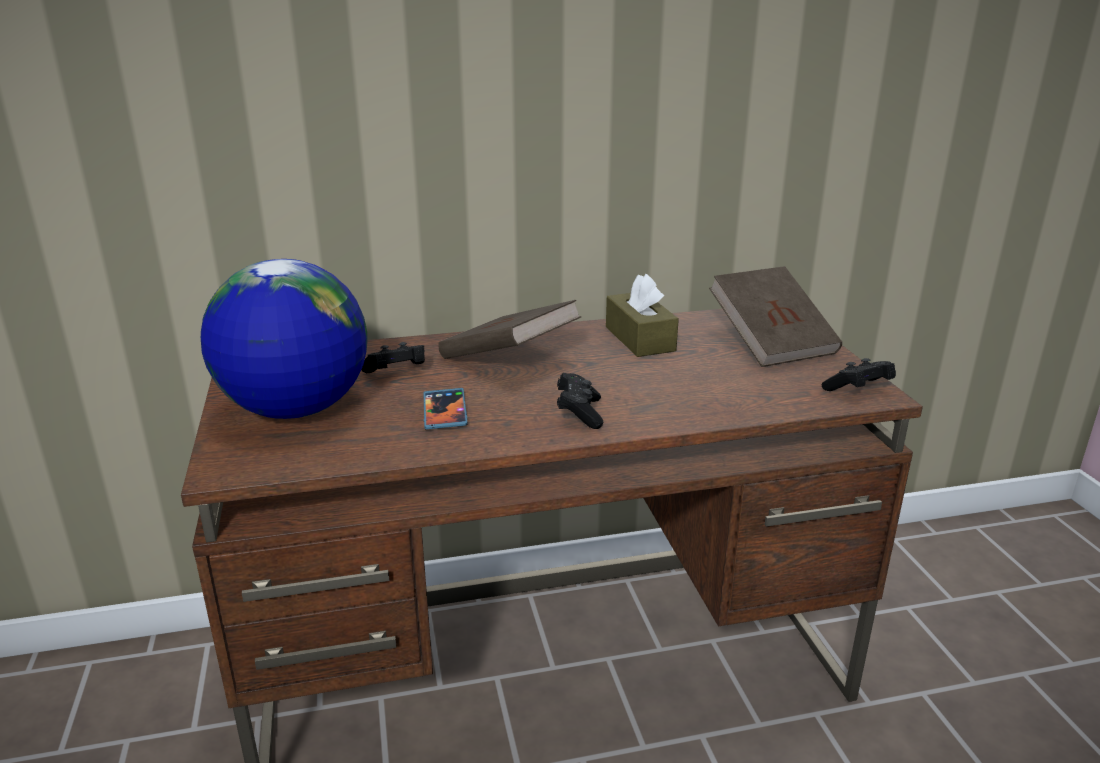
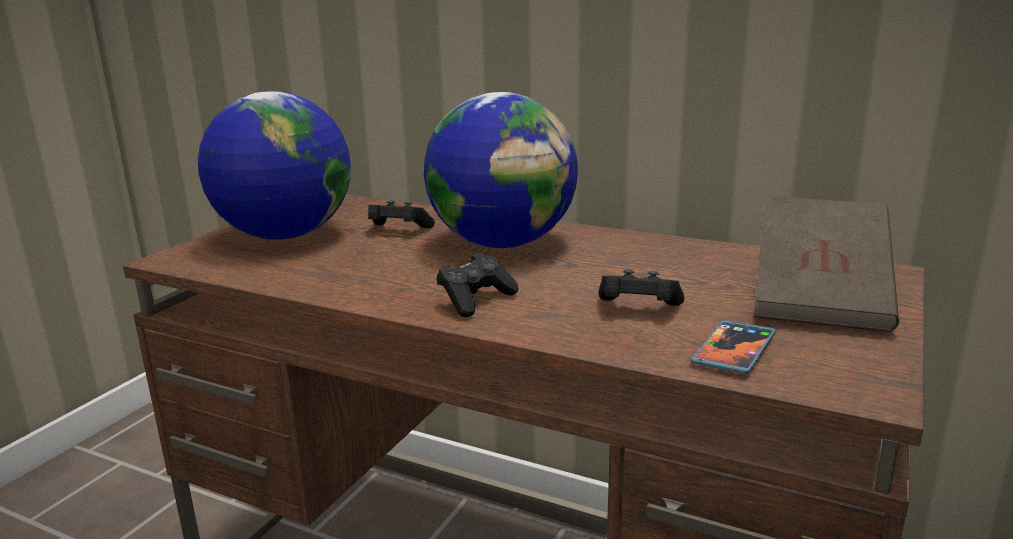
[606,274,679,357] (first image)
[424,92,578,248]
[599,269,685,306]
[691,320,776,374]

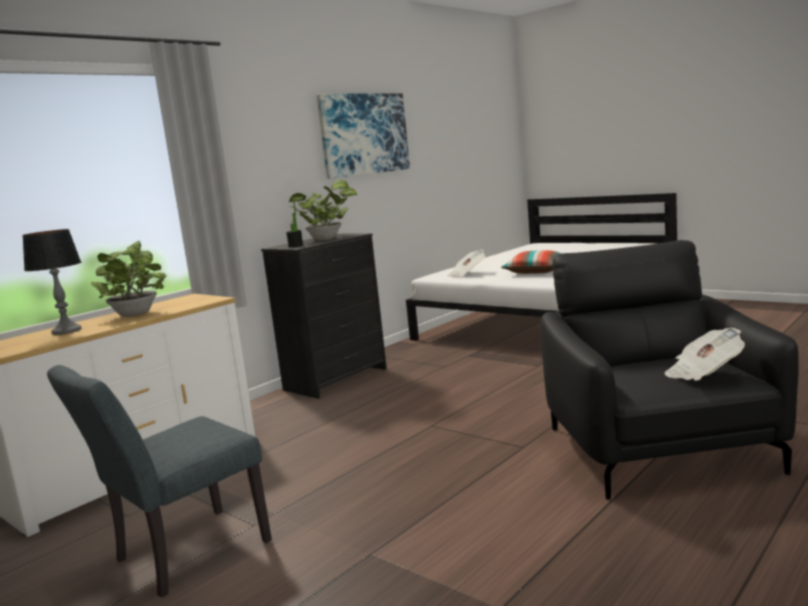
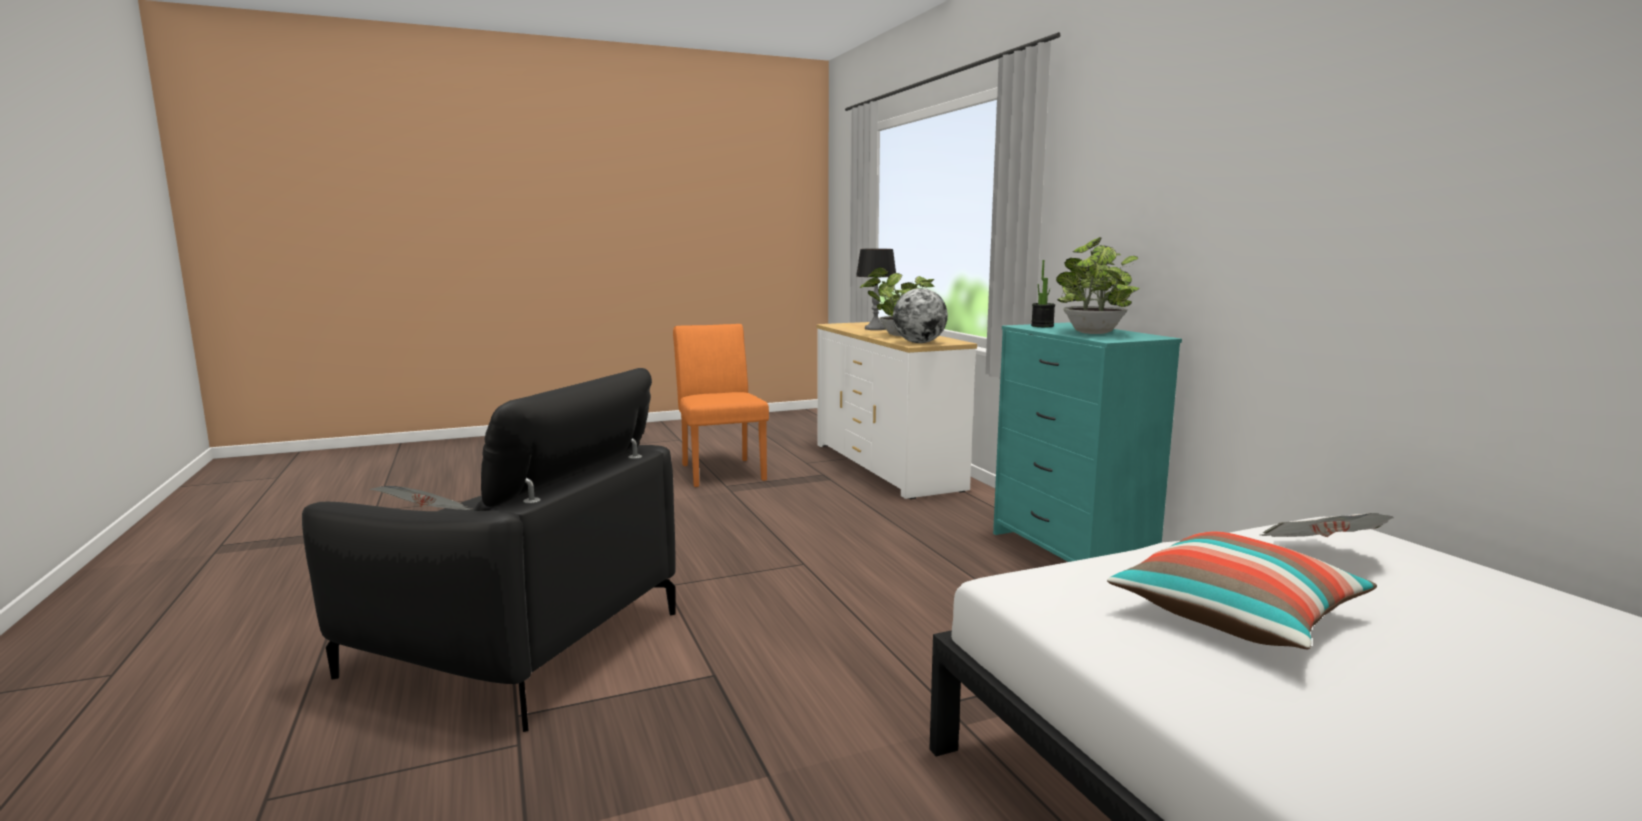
[317,93,410,179] (first image)
[993,322,1182,562]
[673,324,769,487]
[893,288,948,343]

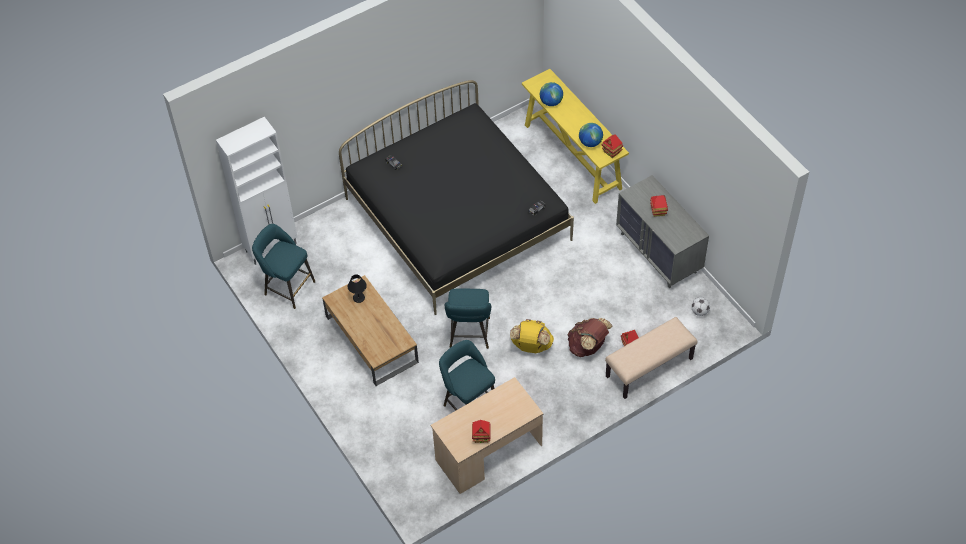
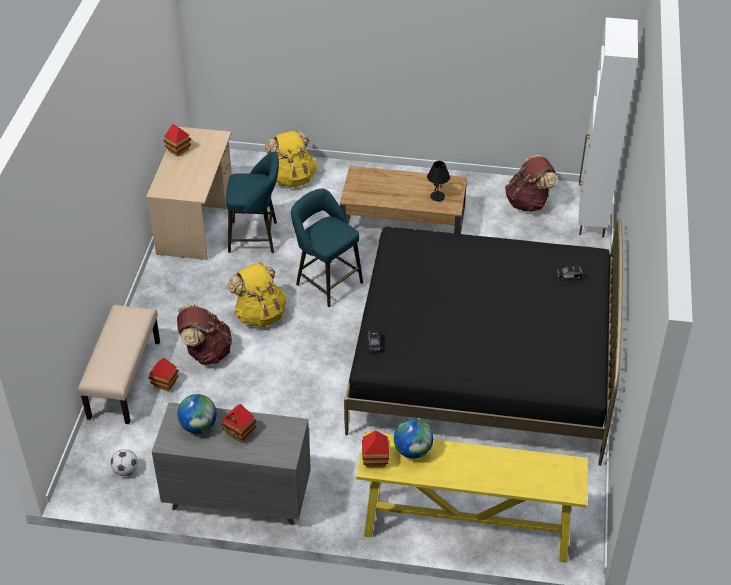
[177,394,217,434]
[505,155,558,212]
[265,131,317,188]

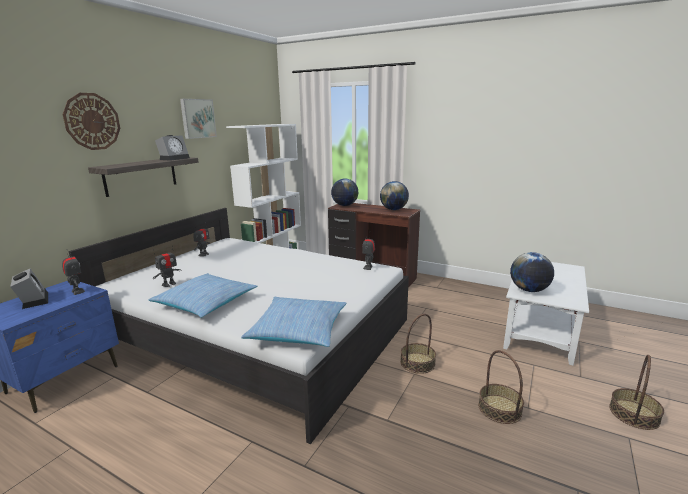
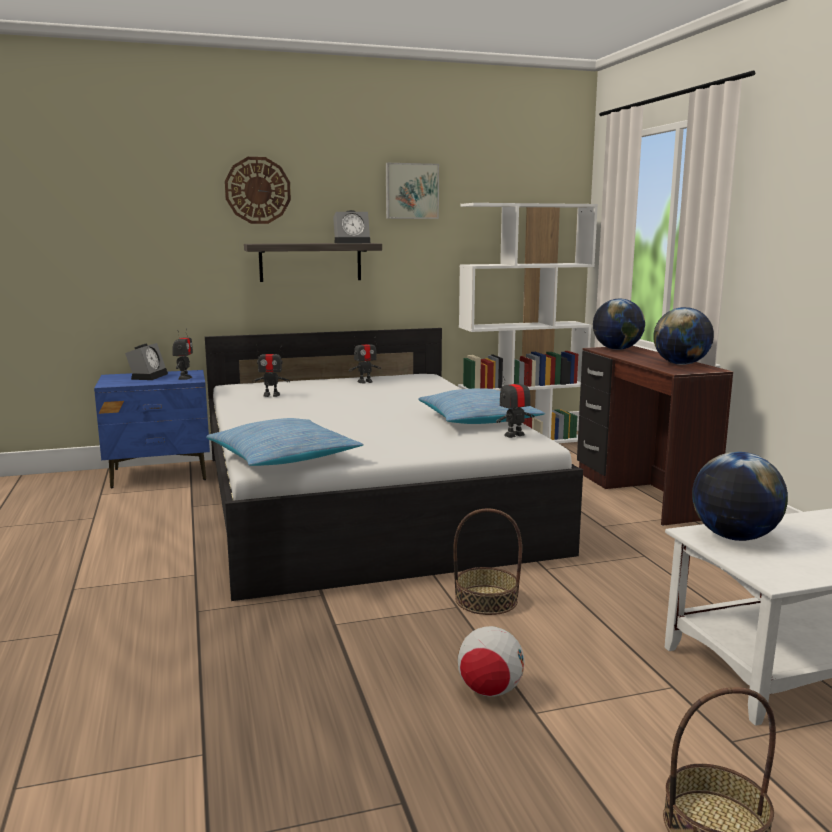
[418,388,545,424]
[457,626,525,697]

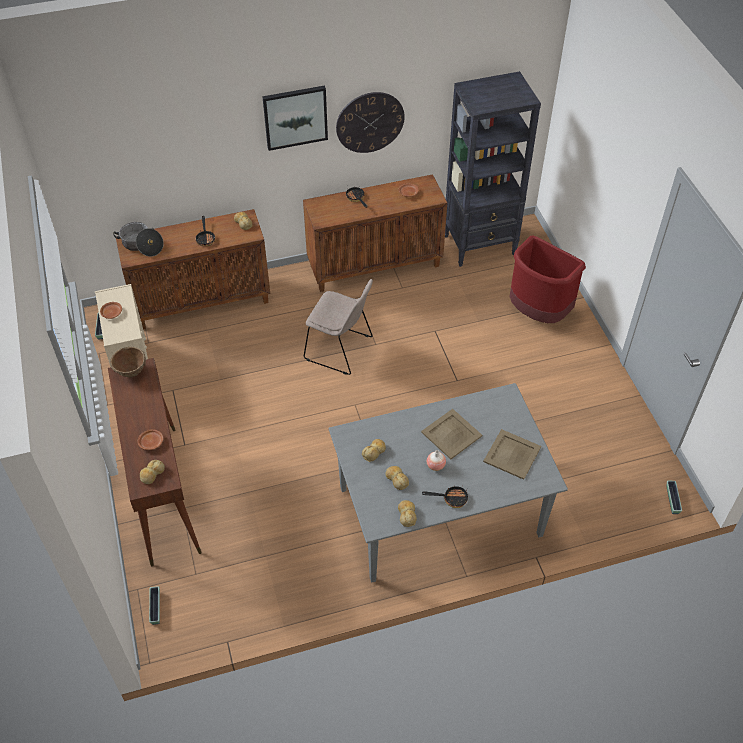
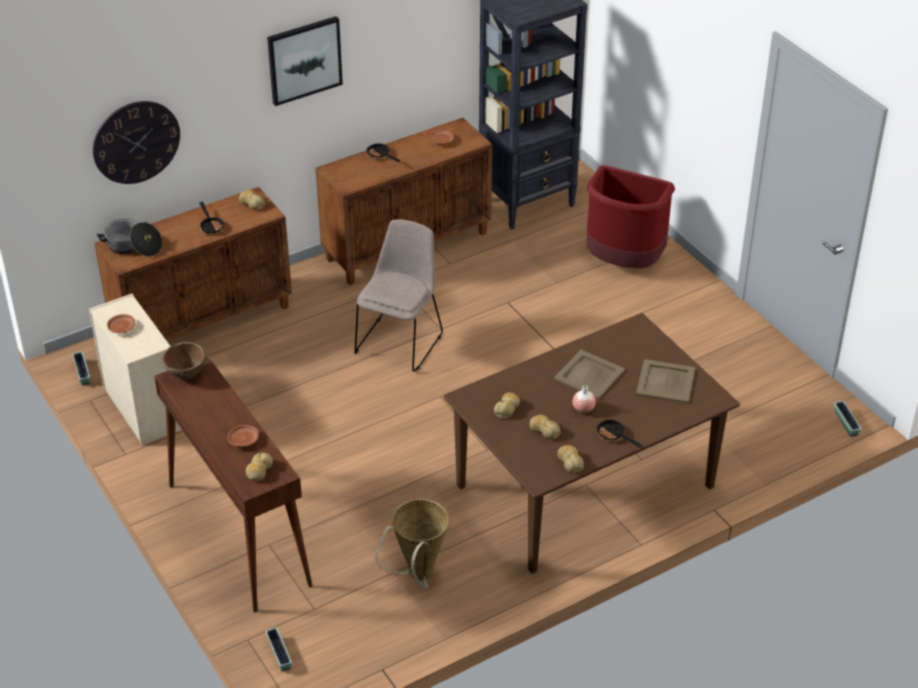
[93,101,180,184]
[355,219,443,371]
[443,313,740,574]
[596,420,643,448]
[375,499,449,588]

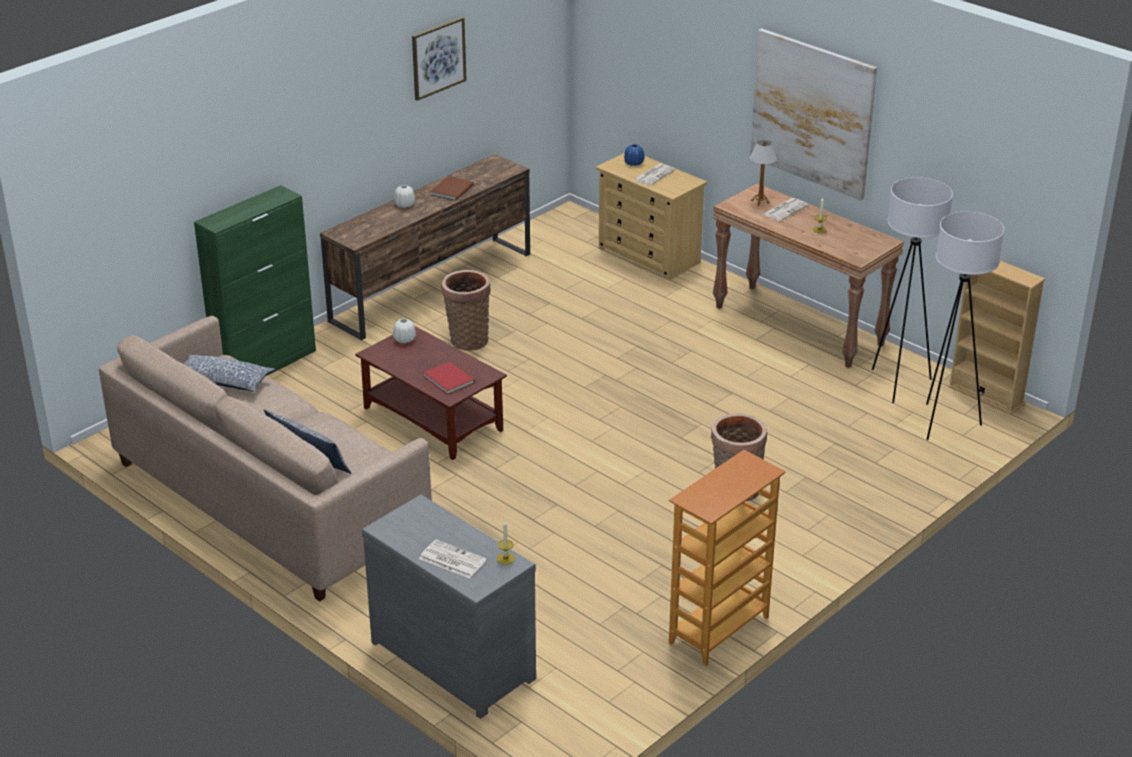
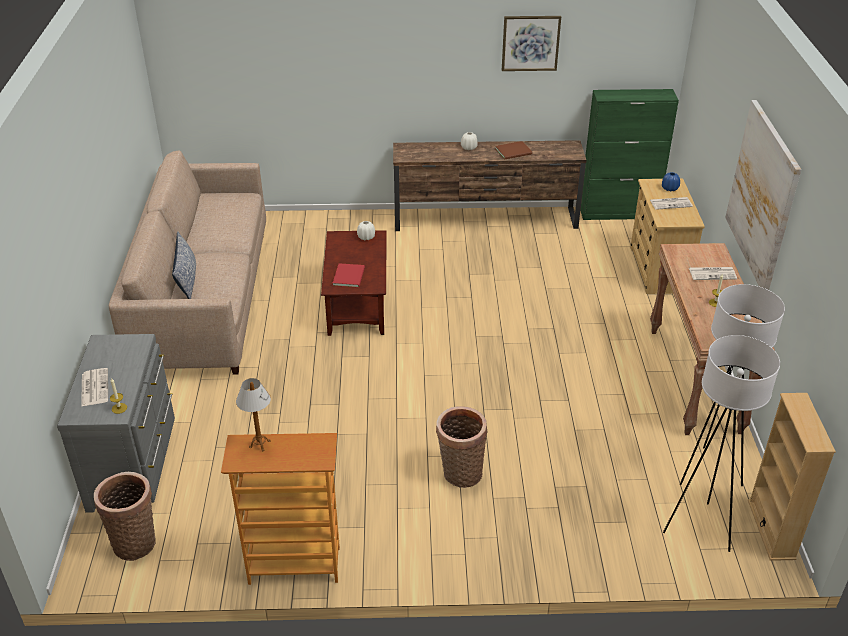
[236,378,271,452]
[580,89,679,220]
[94,472,155,561]
[183,354,275,392] (first image)

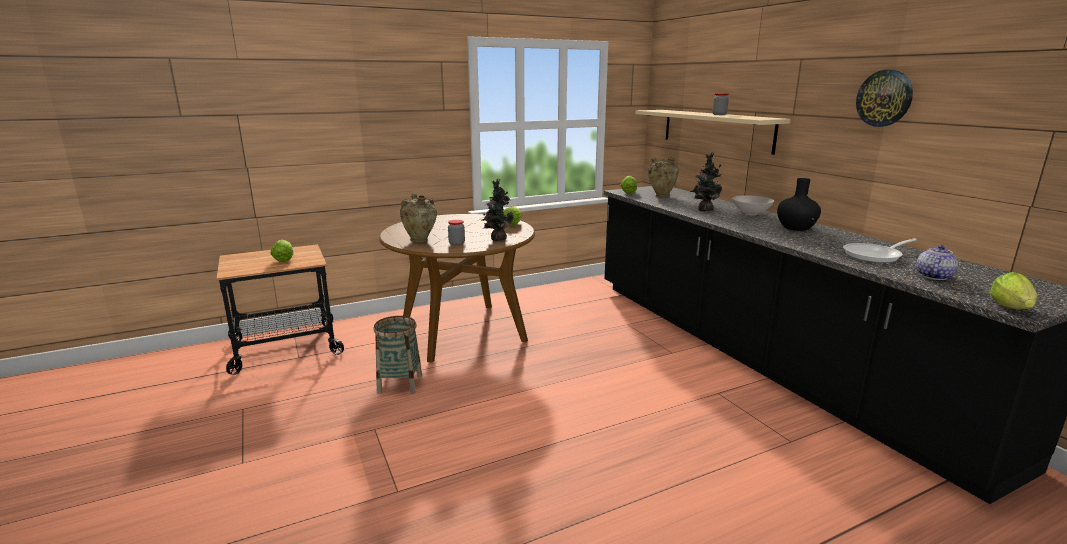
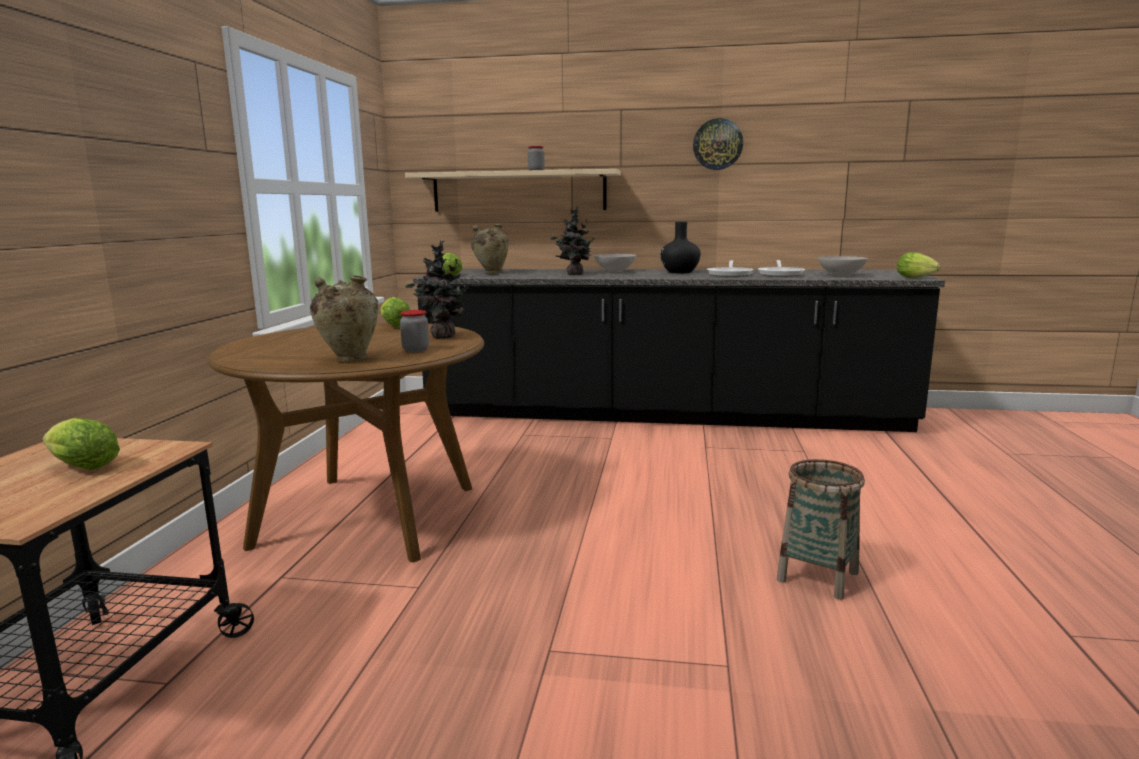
[818,256,868,276]
[777,459,865,600]
[707,260,754,277]

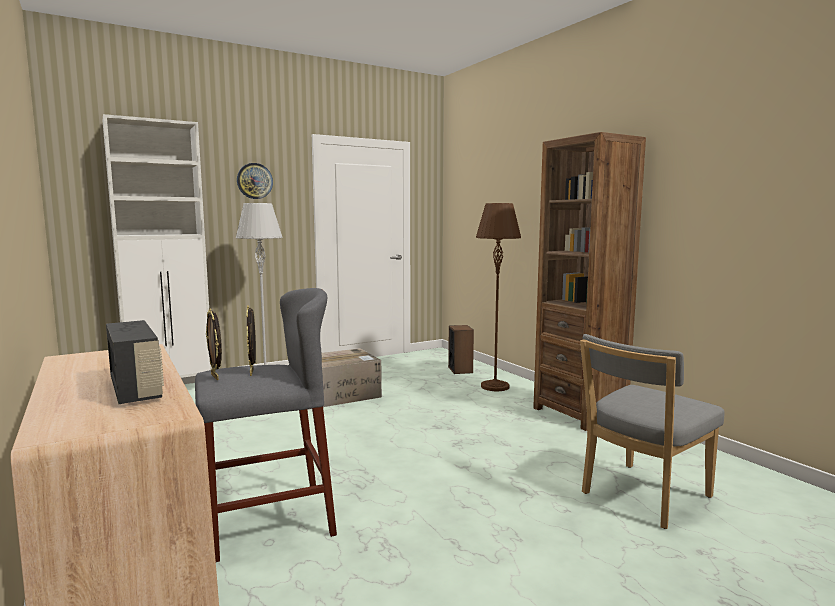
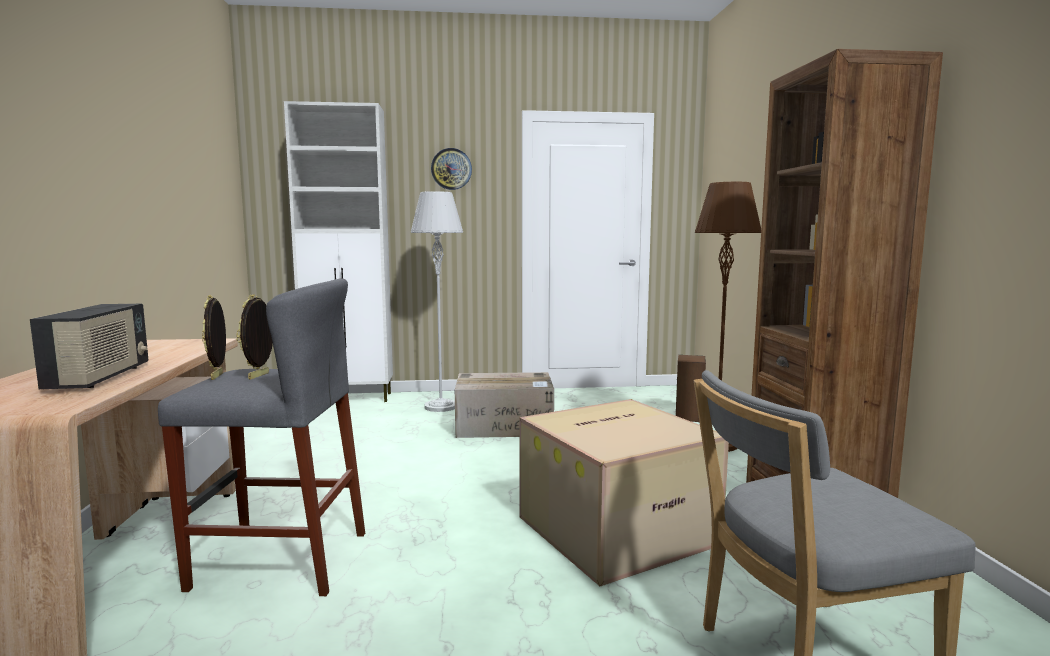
[519,399,729,586]

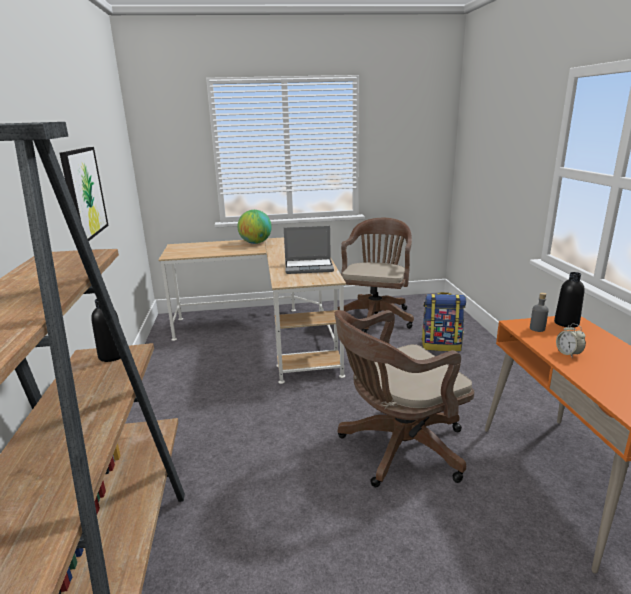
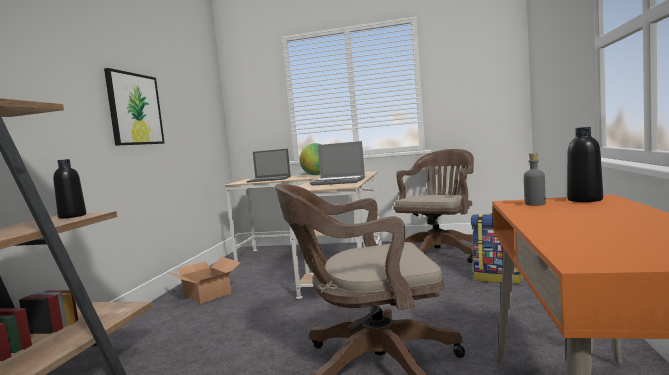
[556,323,586,358] (first image)
[247,149,291,183]
[167,257,240,304]

